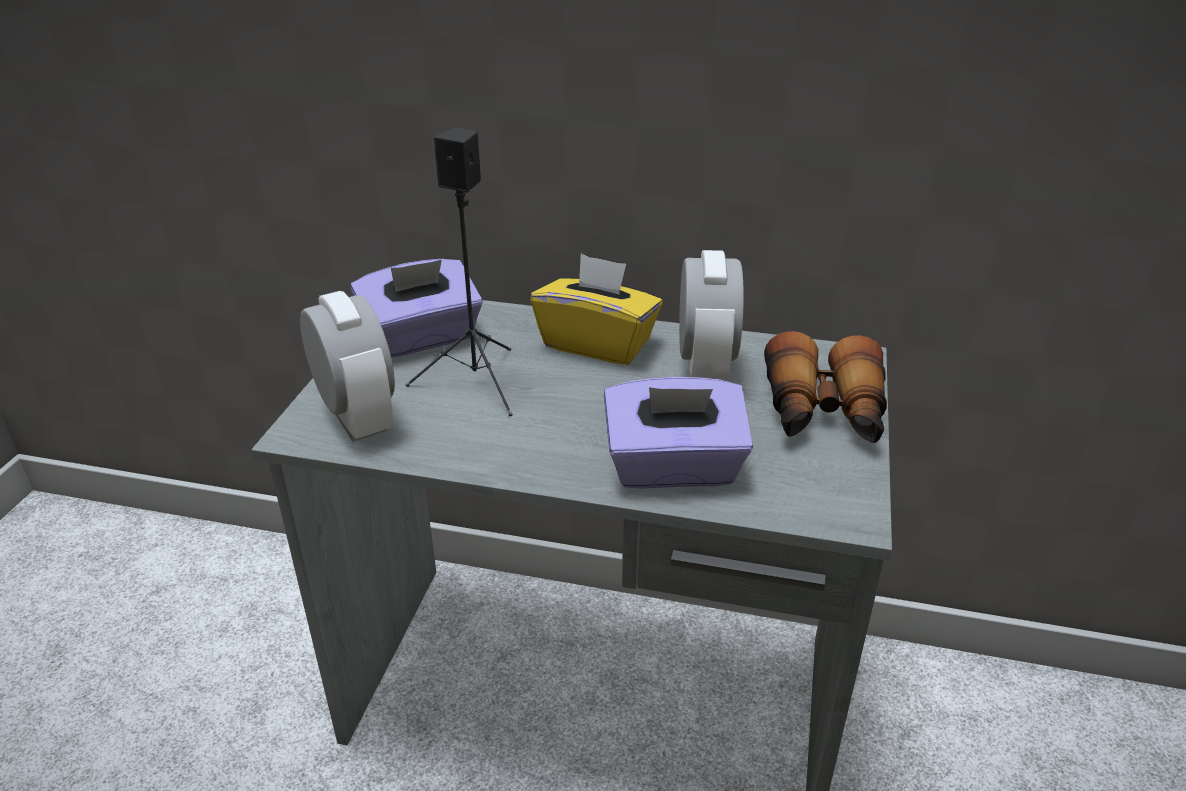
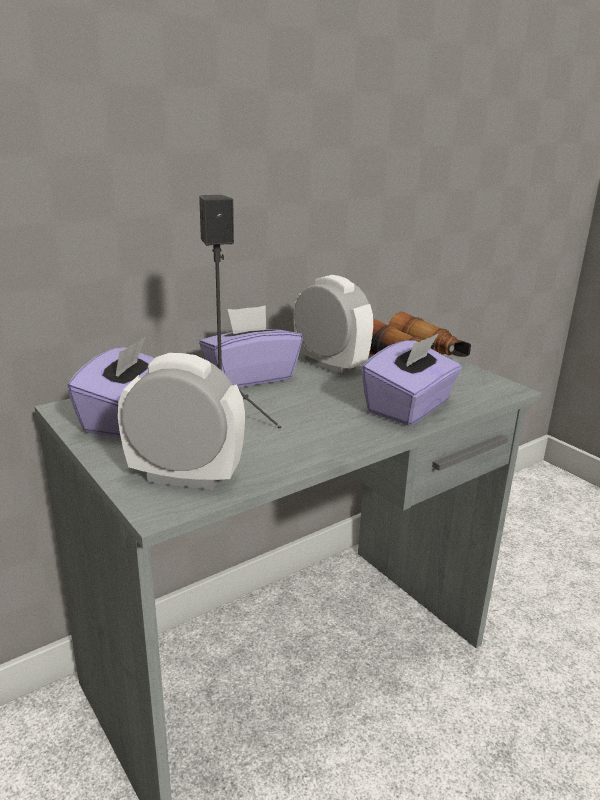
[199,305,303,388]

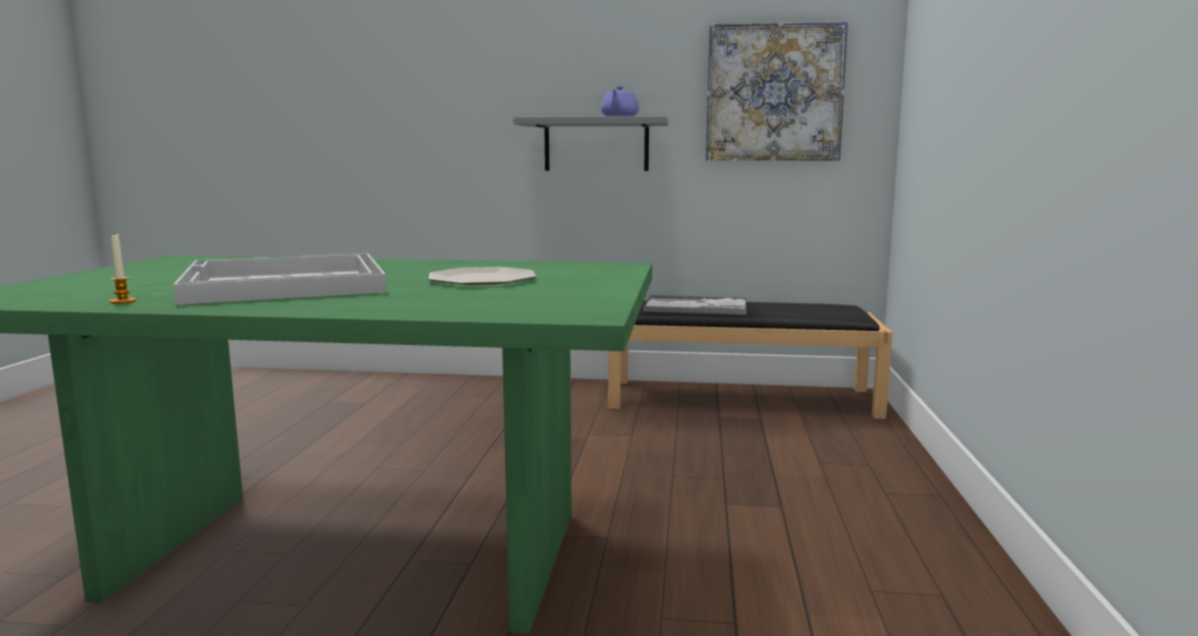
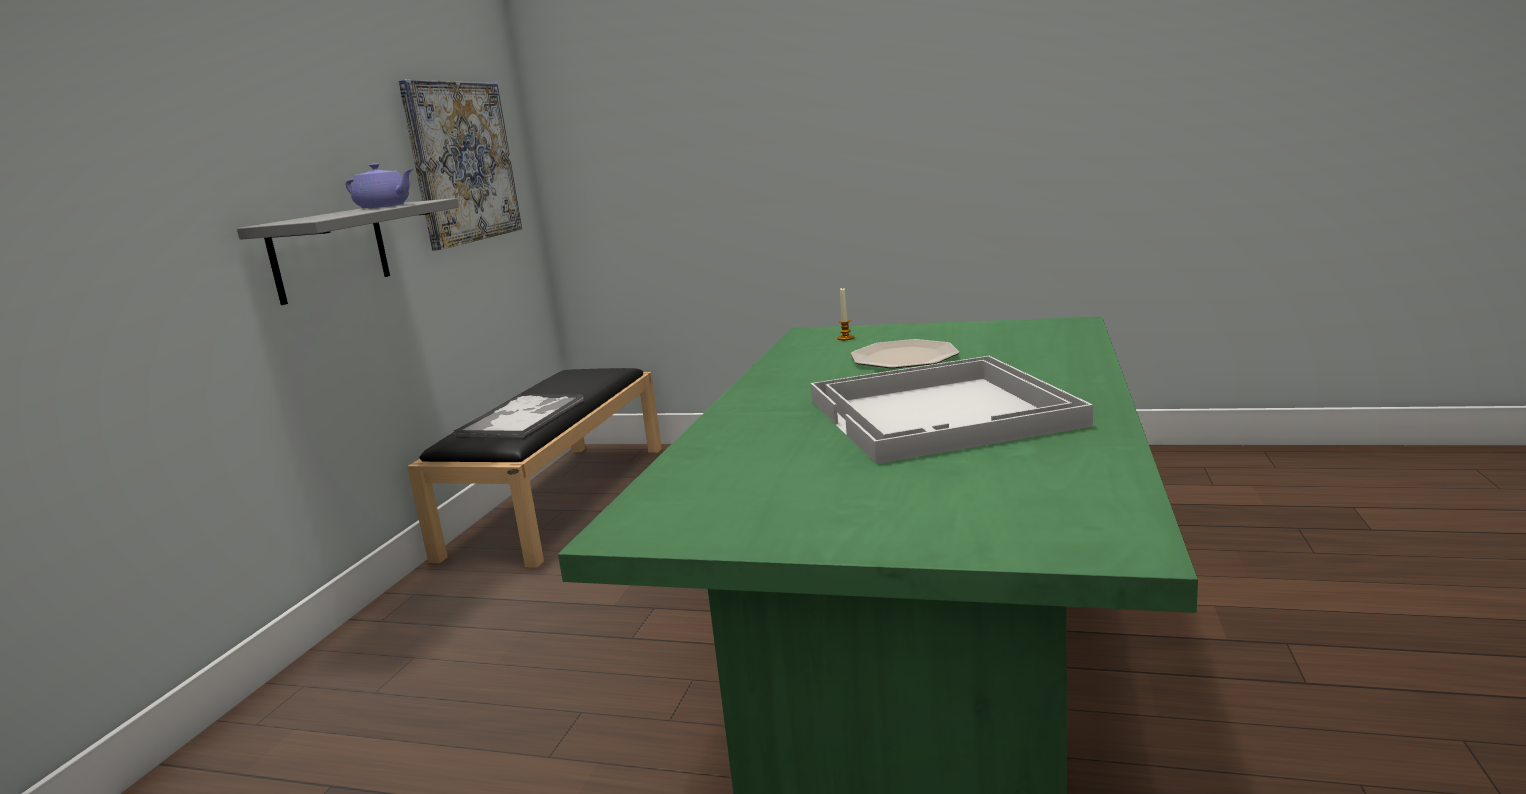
[837,288,855,340]

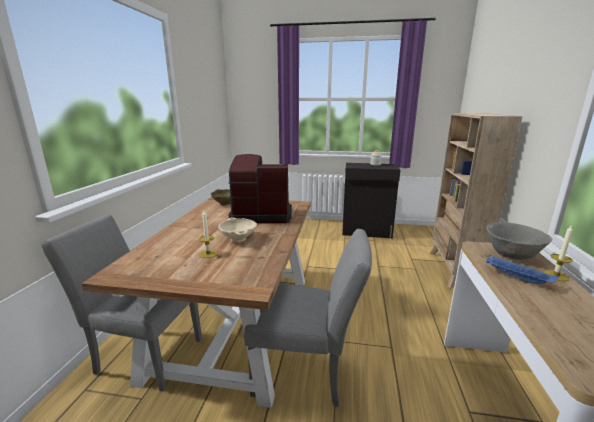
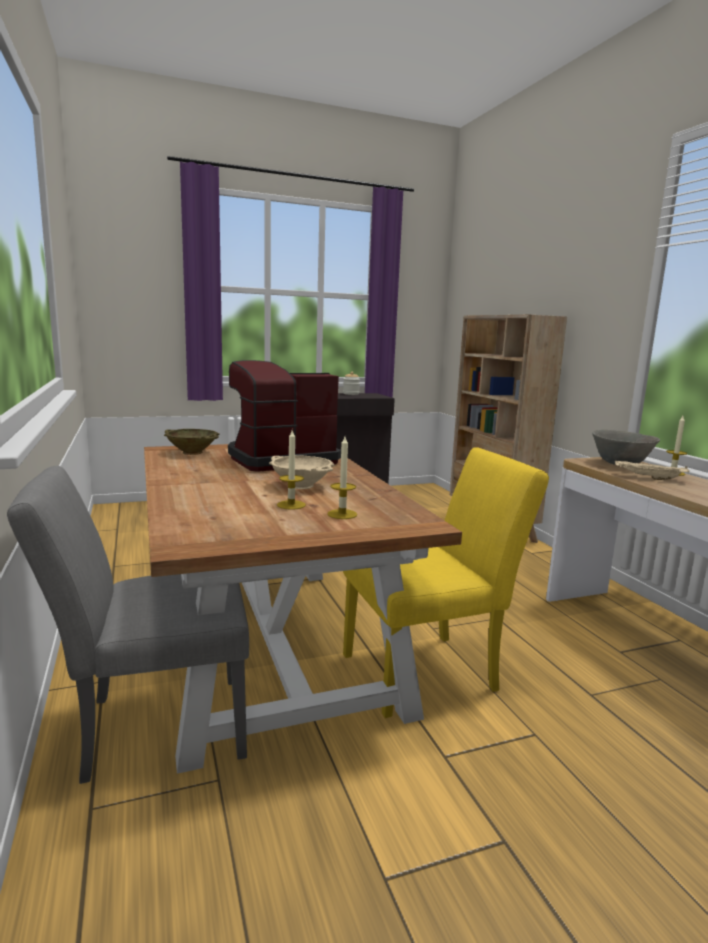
[343,447,549,718]
[615,460,690,480]
[327,437,357,519]

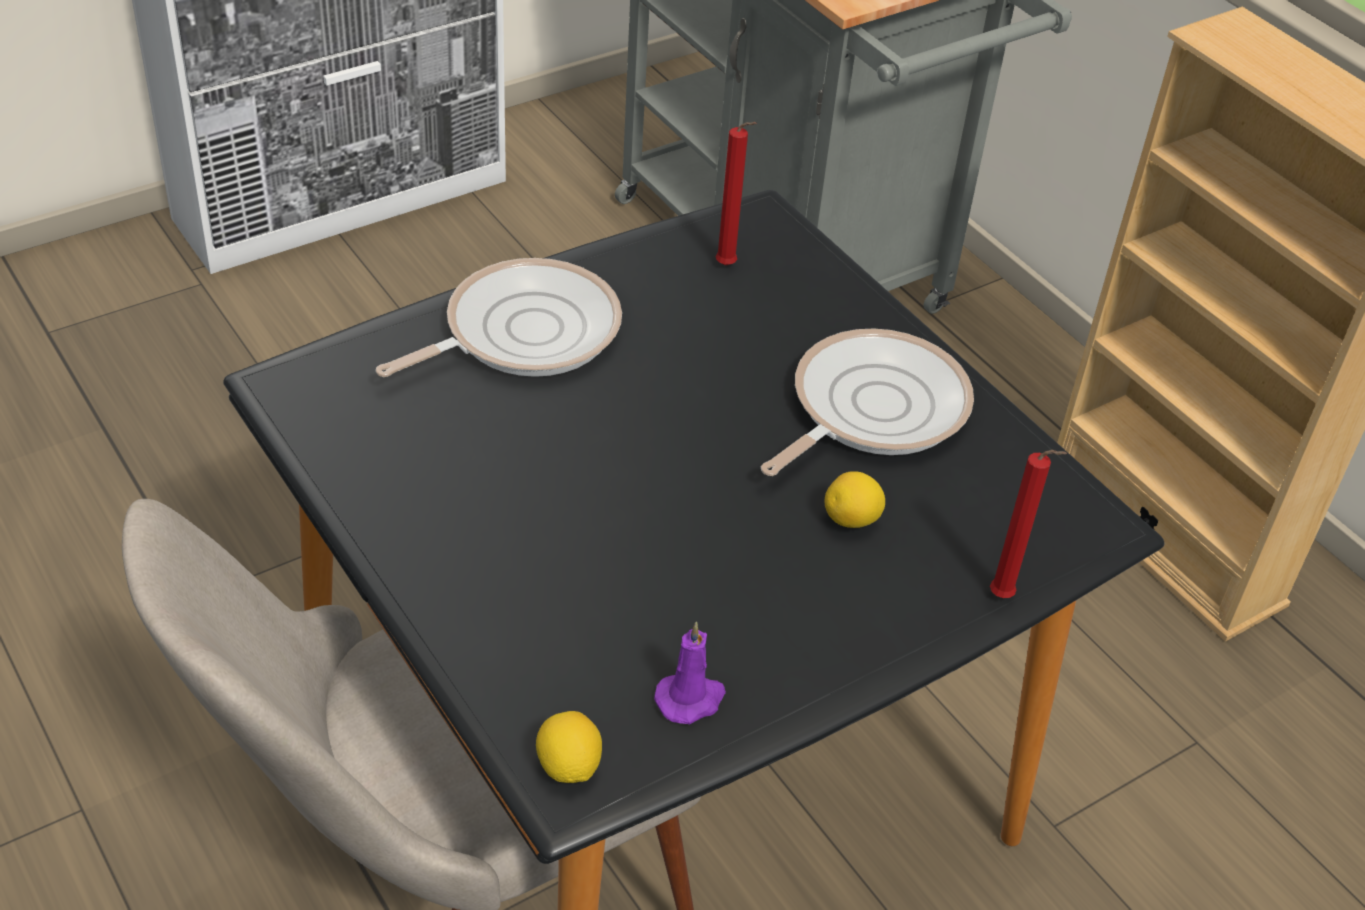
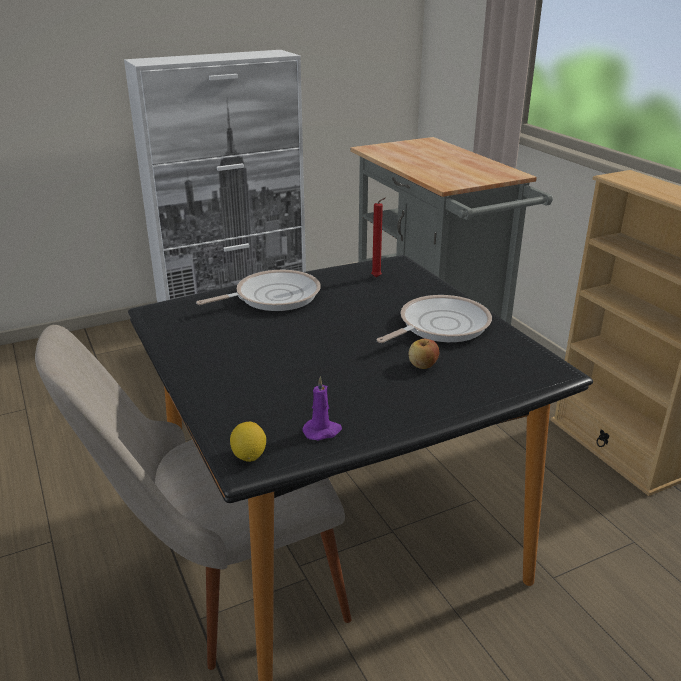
[990,450,1067,598] (first image)
[409,339,439,369]

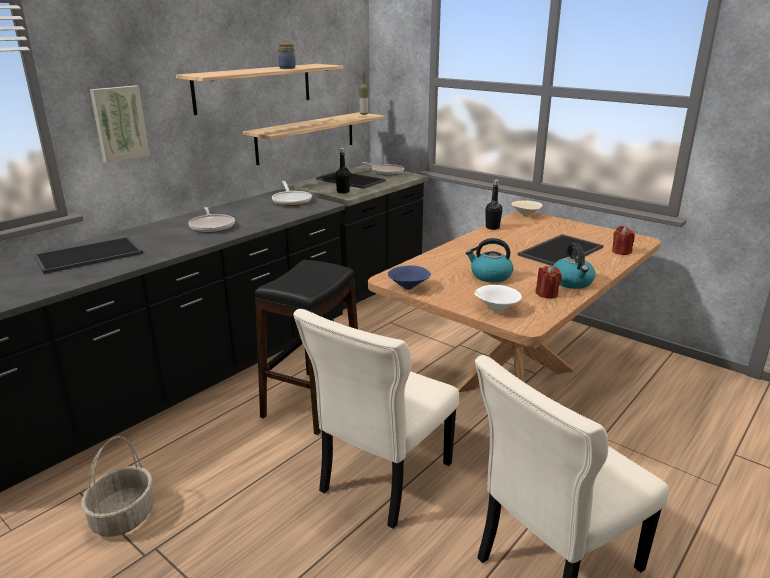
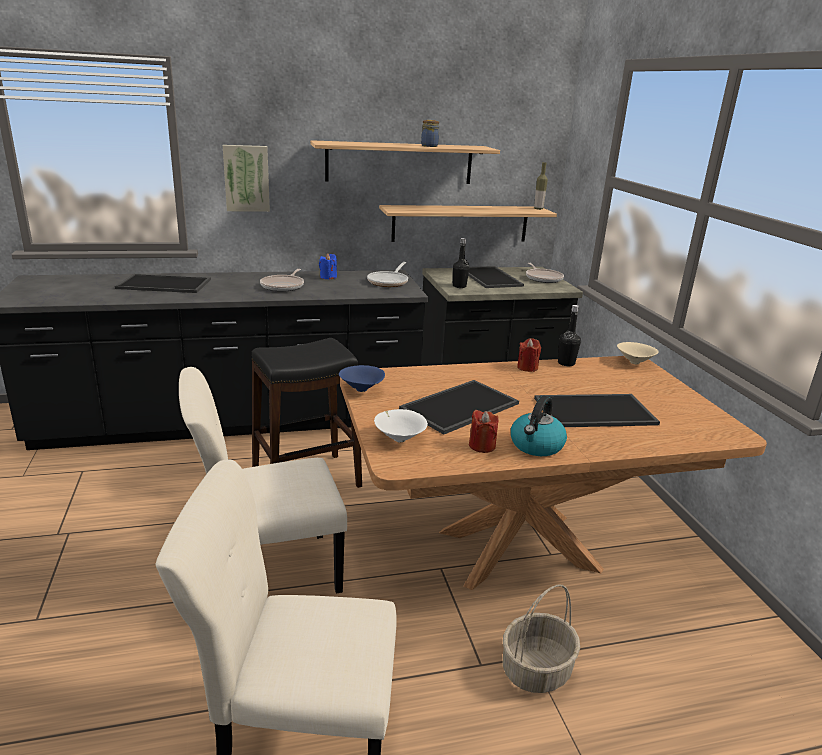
[517,338,541,372]
[399,380,519,434]
[503,584,580,693]
[319,253,337,280]

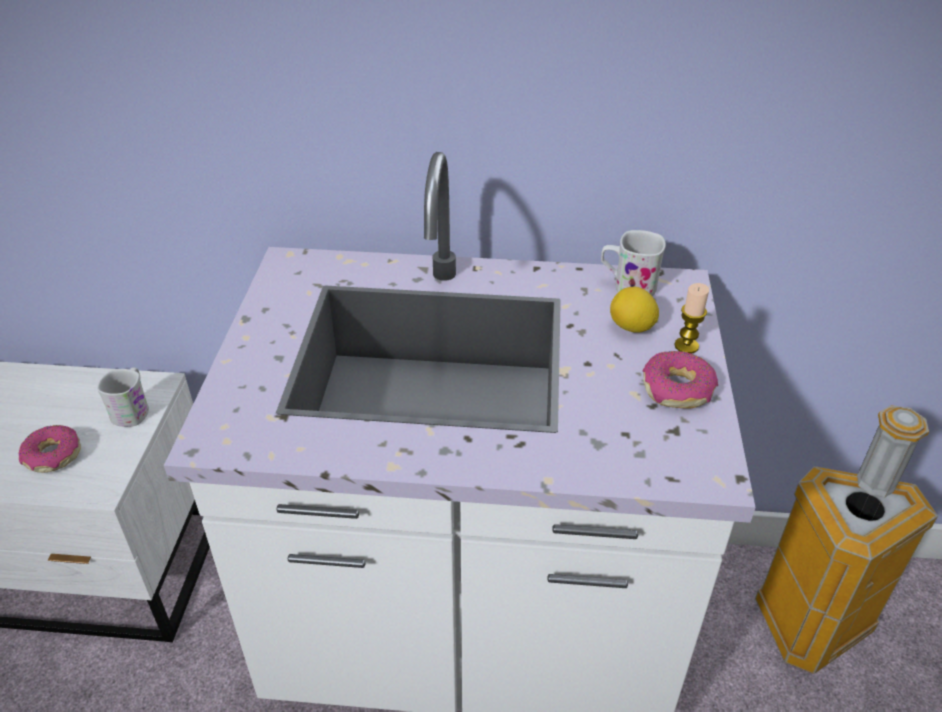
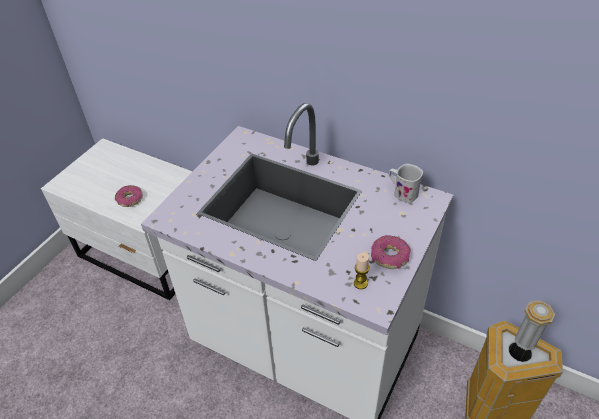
[354,252,370,289]
[610,287,659,333] (first image)
[97,367,149,427] (first image)

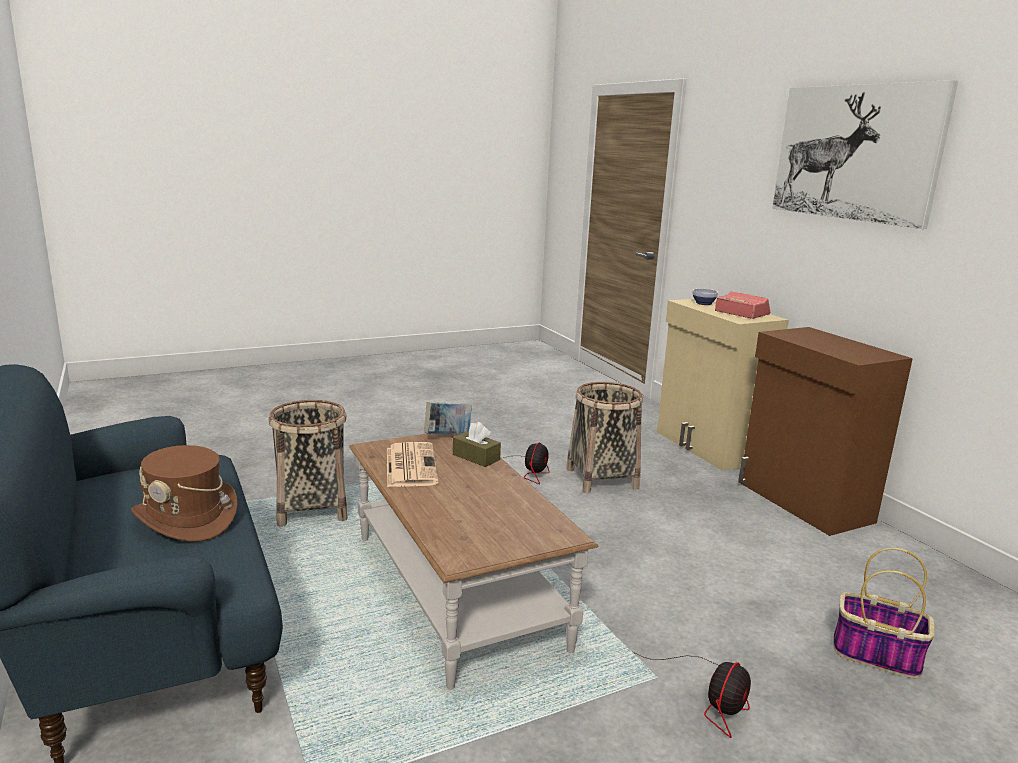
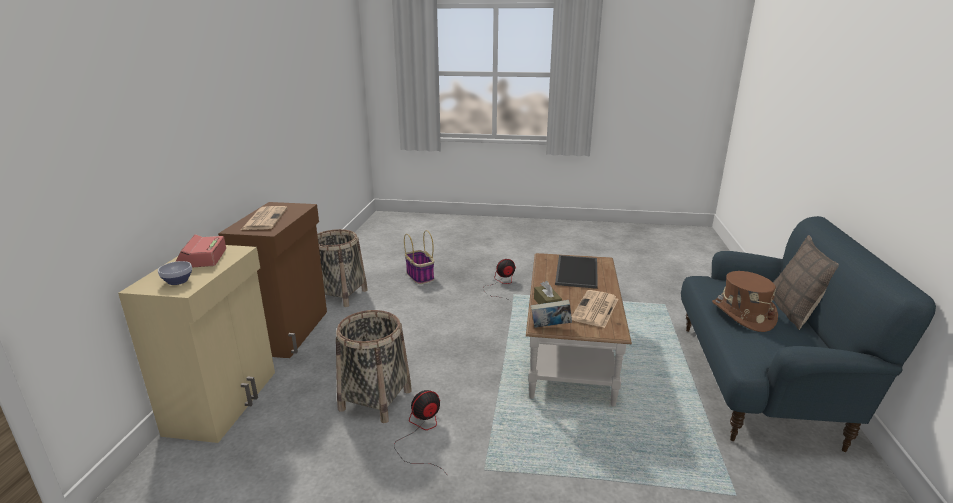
[772,80,958,229] (first image)
[317,229,368,307]
[241,206,287,230]
[773,235,839,330]
[555,255,598,289]

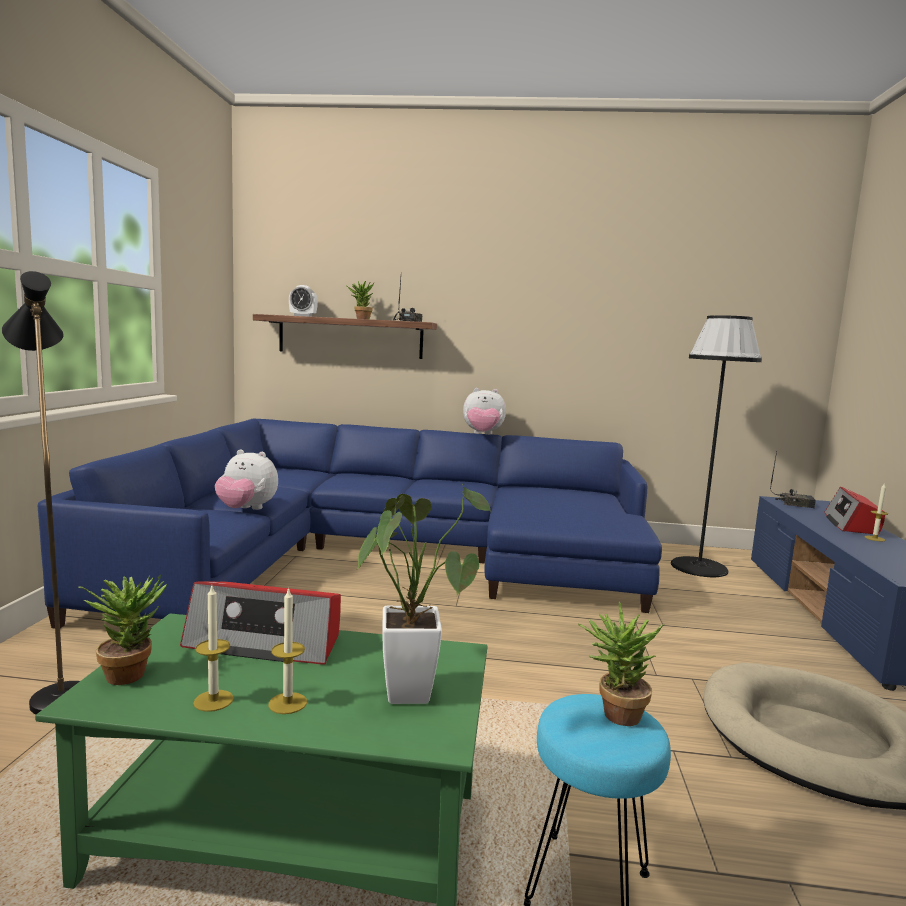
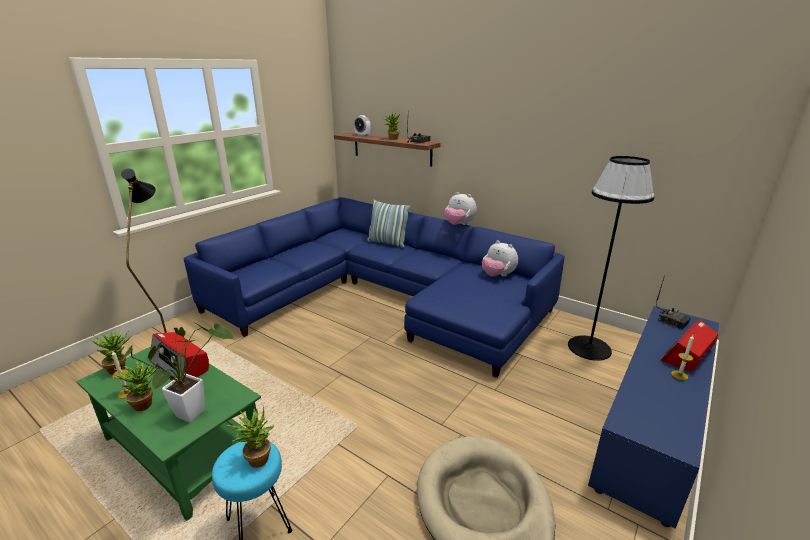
[482,241,518,277]
[114,361,158,411]
[367,199,411,248]

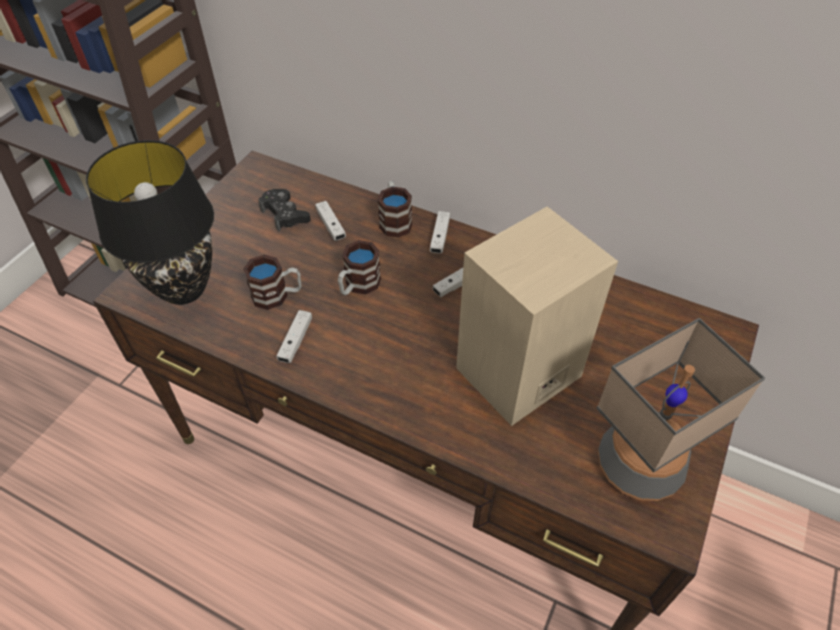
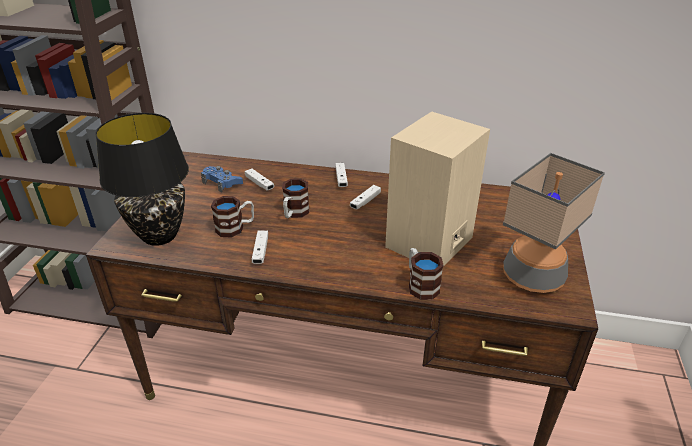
[409,248,444,300]
[201,166,243,192]

